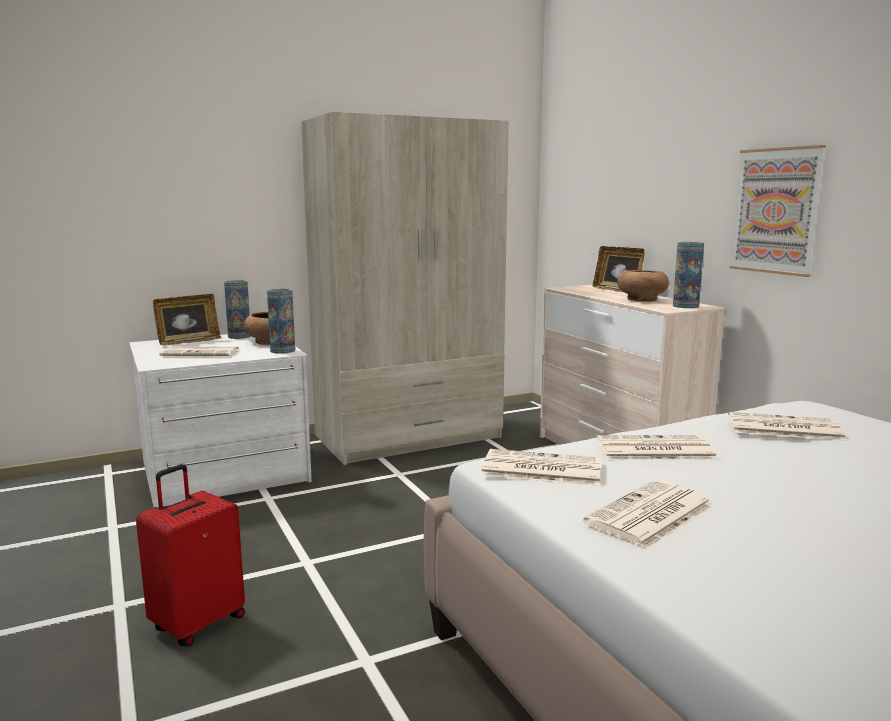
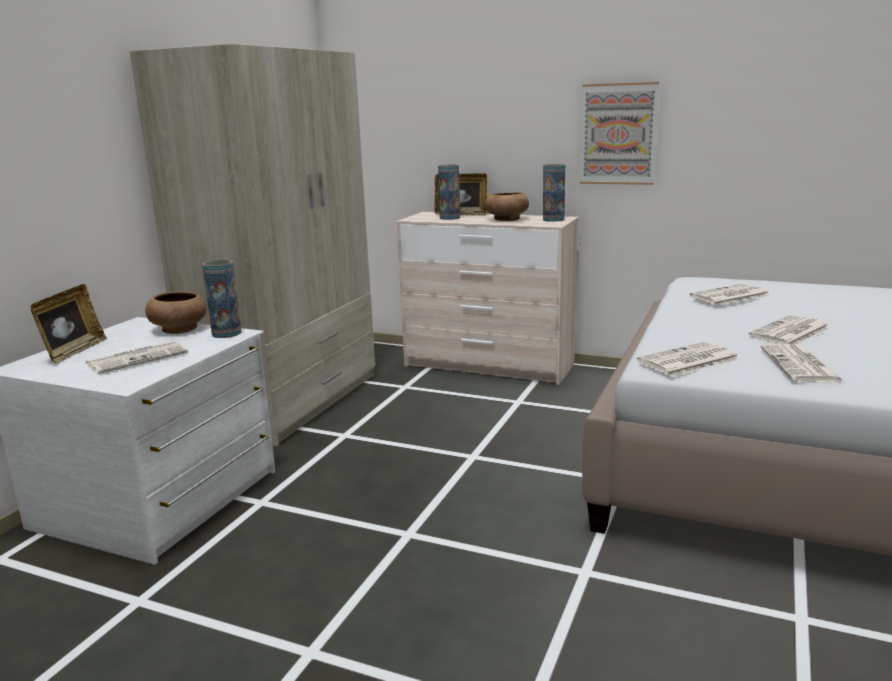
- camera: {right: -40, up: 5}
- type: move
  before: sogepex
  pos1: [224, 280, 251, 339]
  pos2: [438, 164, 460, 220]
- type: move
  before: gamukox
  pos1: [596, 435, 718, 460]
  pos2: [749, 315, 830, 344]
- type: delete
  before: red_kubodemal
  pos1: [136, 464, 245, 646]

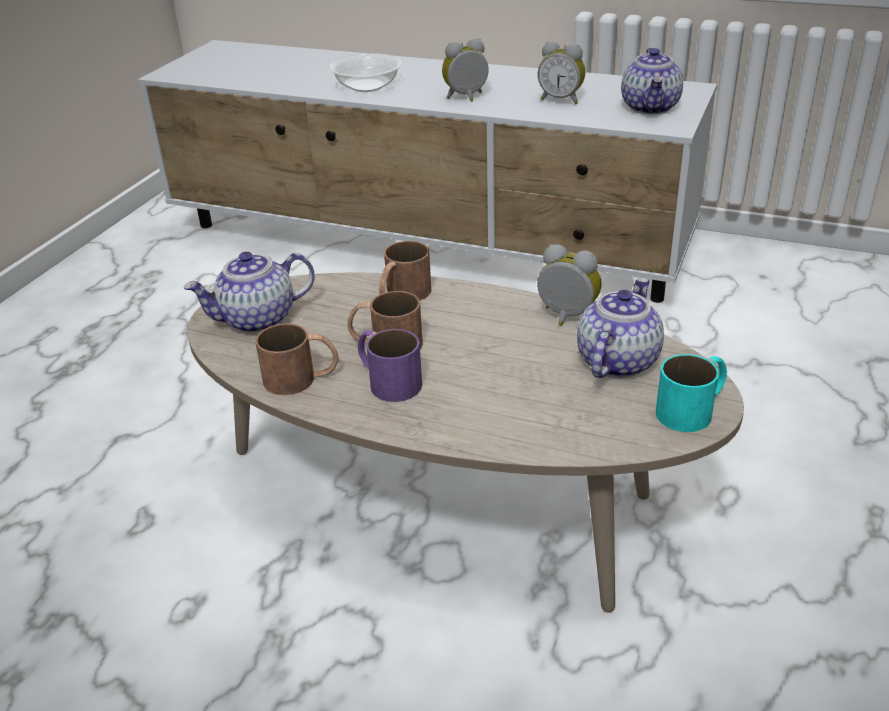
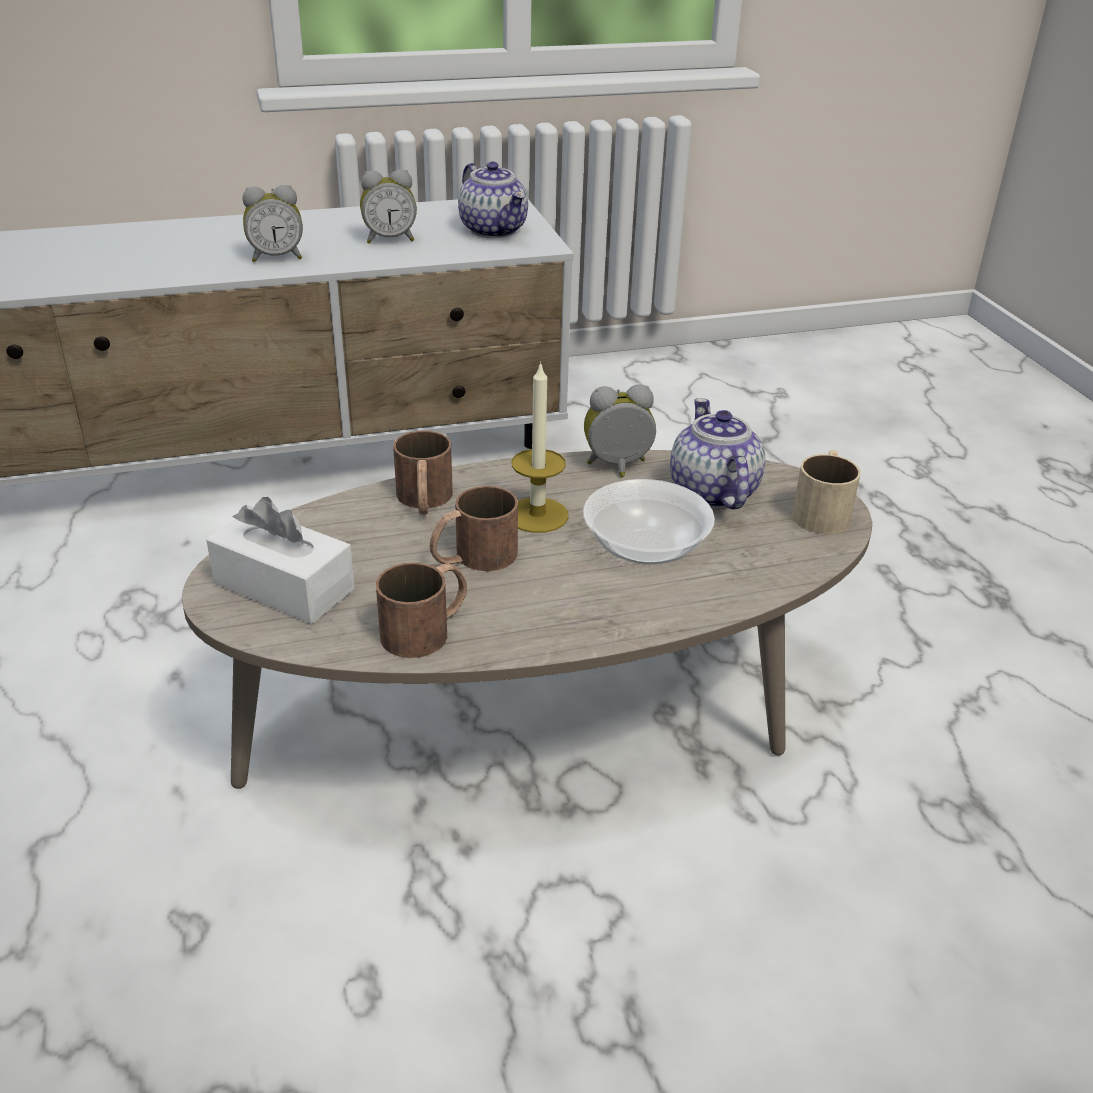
- camera: {right: -40, up: 0}
- type: rotate
  before: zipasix
  pos1: [442, 38, 489, 102]
  pos2: [243, 185, 303, 262]
  turn: -135
- type: move
  before: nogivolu
  pos1: [330, 53, 402, 92]
  pos2: [583, 479, 715, 565]
- type: replace
  before: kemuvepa
  after: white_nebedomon
  pos1: [184, 252, 315, 333]
  pos2: [206, 497, 355, 624]
- type: delete
  before: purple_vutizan
  pos1: [358, 329, 422, 402]
- type: recolor
  before: turquoise_vutizan
  after: beige_vutizan
  pos1: [656, 354, 727, 432]
  pos2: [792, 450, 861, 534]
- type: insert
  after: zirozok
  pos2: [512, 361, 569, 533]

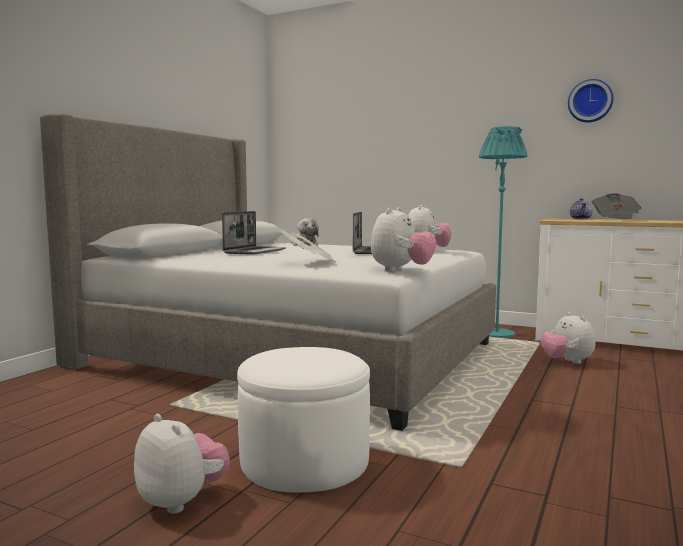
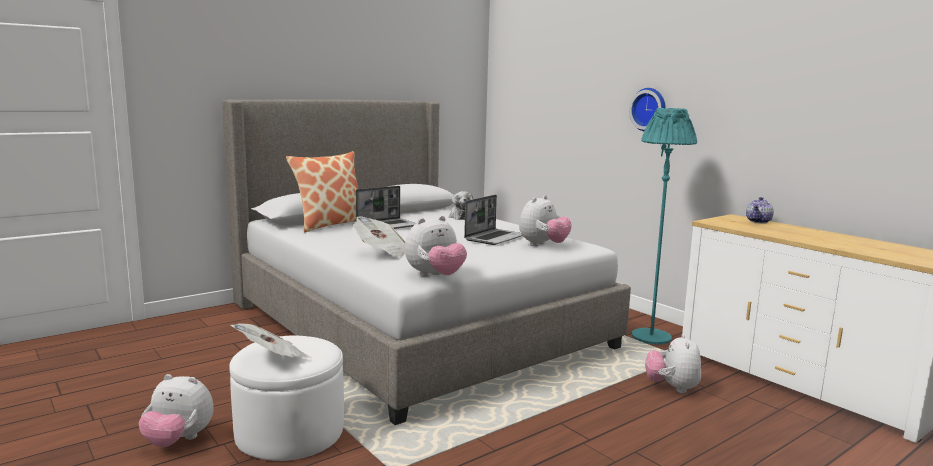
- camera: {right: 25, up: 5}
- type: move
  before: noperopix
  pos1: [568, 79, 614, 123]
  pos2: [629, 88, 666, 131]
- type: move
  before: gamukox
  pos1: [592, 193, 642, 220]
  pos2: [231, 323, 311, 358]
- type: rotate
  before: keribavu
  pos1: [134, 414, 230, 514]
  pos2: [139, 374, 214, 447]
  turn: 120
- type: insert
  after: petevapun
  pos2: [286, 151, 358, 232]

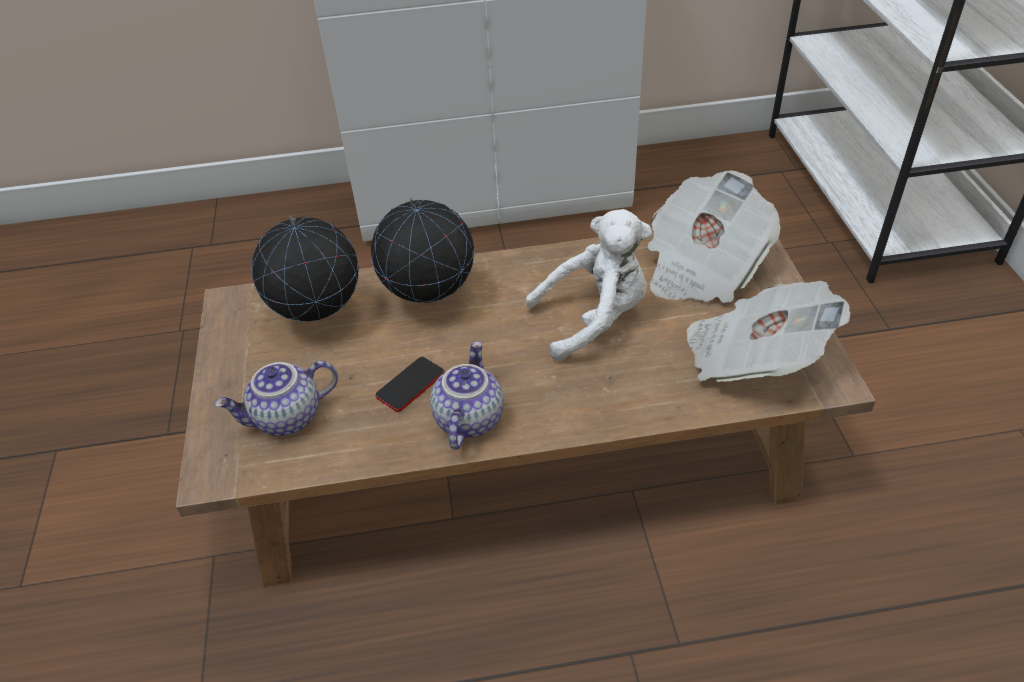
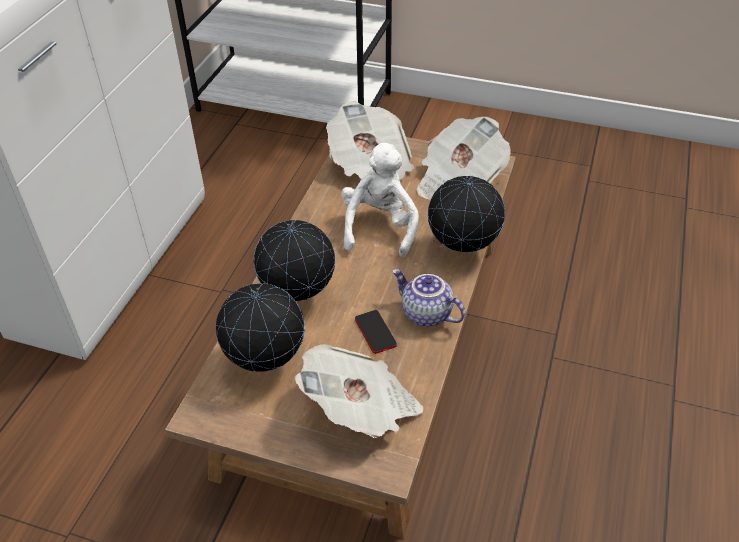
- camera: {right: -65, up: 0}
- type: replace
  before: kemuvepa
  after: gamukox
  pos1: [214, 361, 338, 436]
  pos2: [294, 344, 423, 438]
- type: insert
  after: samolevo
  pos2: [428, 176, 505, 253]

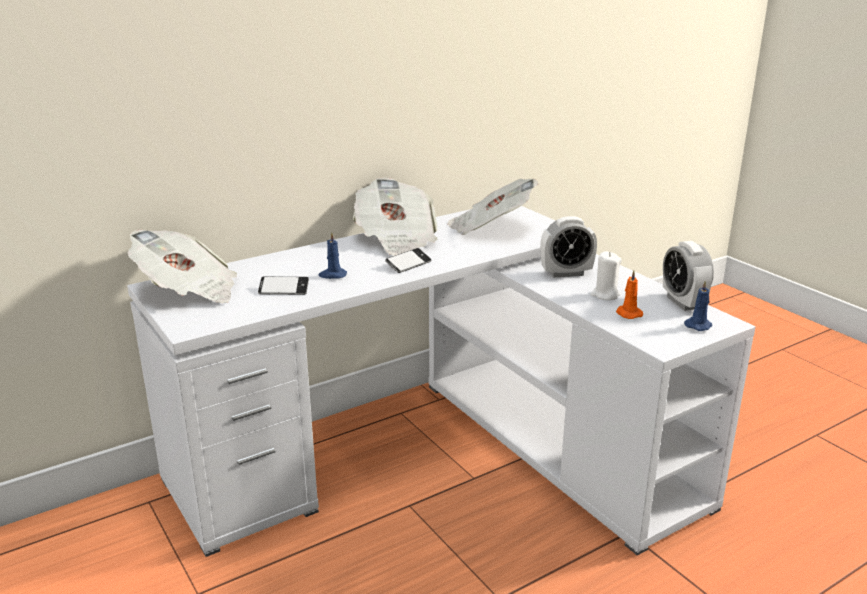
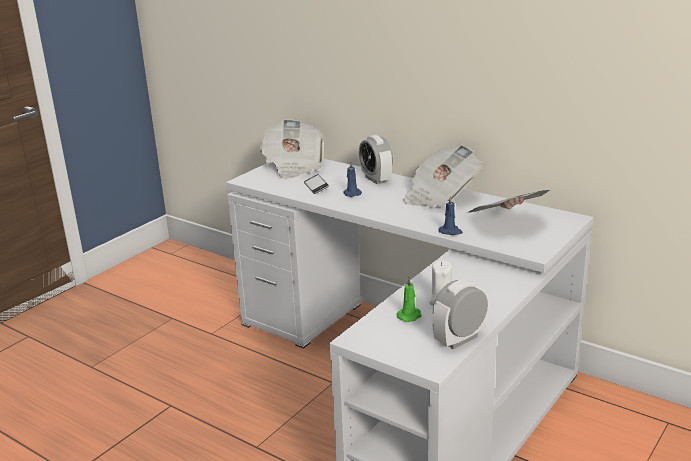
- camera: {right: 70, up: 0}
- type: move
  before: zipasix
  pos1: [540, 216, 597, 278]
  pos2: [359, 135, 393, 185]
- type: delete
  before: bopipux
  pos1: [385, 248, 431, 273]
- type: recolor
  before: orange_zirozok
  after: green_zirozok
  pos1: [616, 270, 643, 319]
  pos2: [396, 277, 422, 322]
- type: move
  before: blue_zirozok
  pos1: [684, 280, 712, 331]
  pos2: [439, 195, 463, 235]

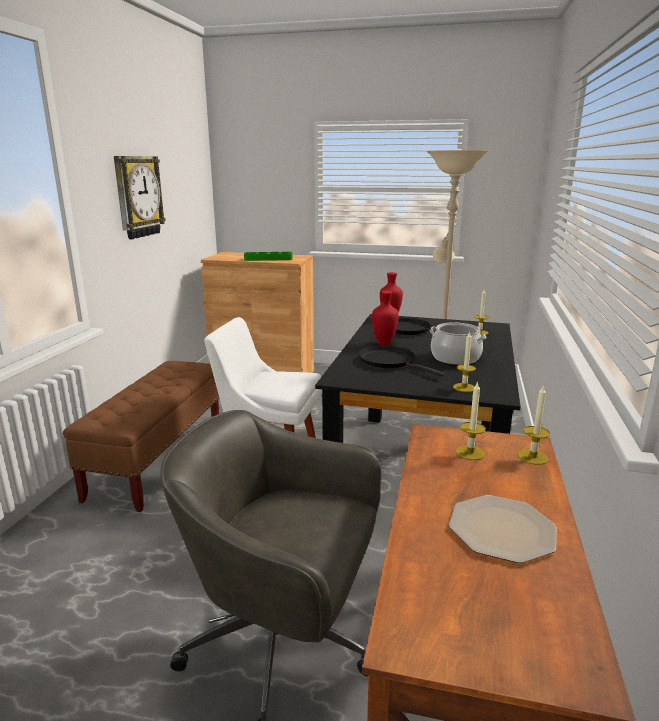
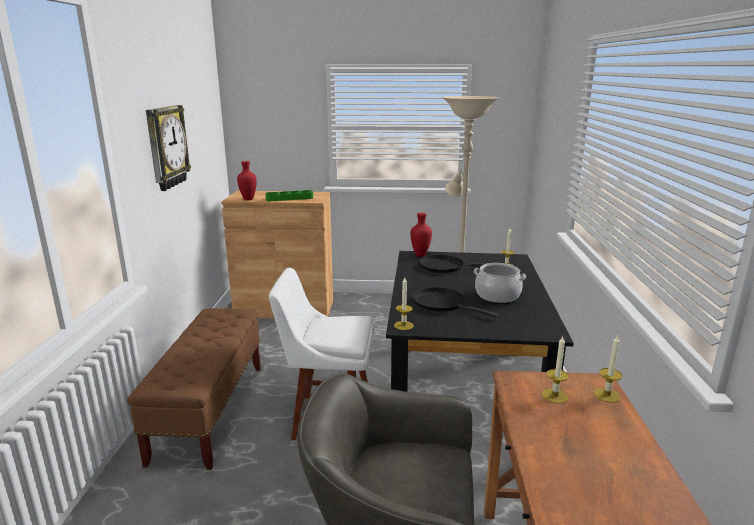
- camera: {right: -10, up: 0}
- type: move
  before: red_sogepex
  pos1: [372, 291, 399, 345]
  pos2: [237, 161, 257, 200]
- type: move
  before: zirozok
  pos1: [453, 331, 476, 392]
  pos2: [394, 277, 414, 330]
- type: delete
  before: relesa
  pos1: [449, 495, 557, 563]

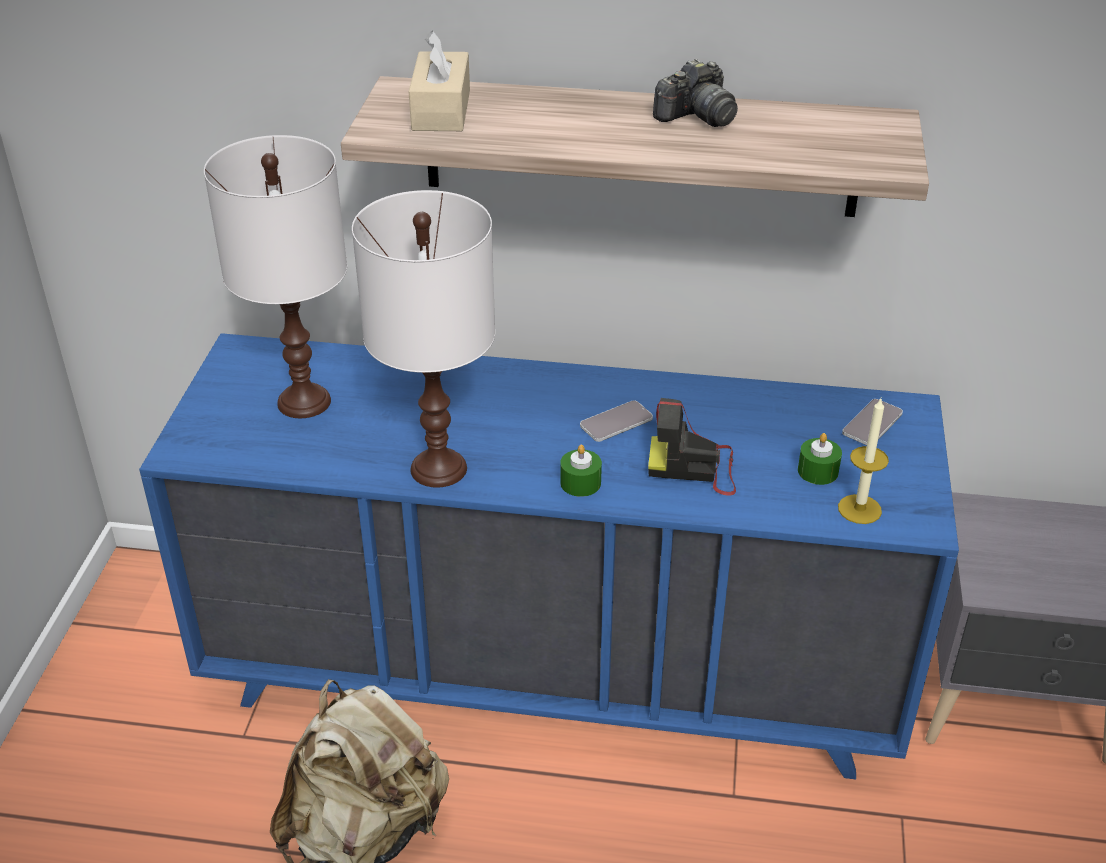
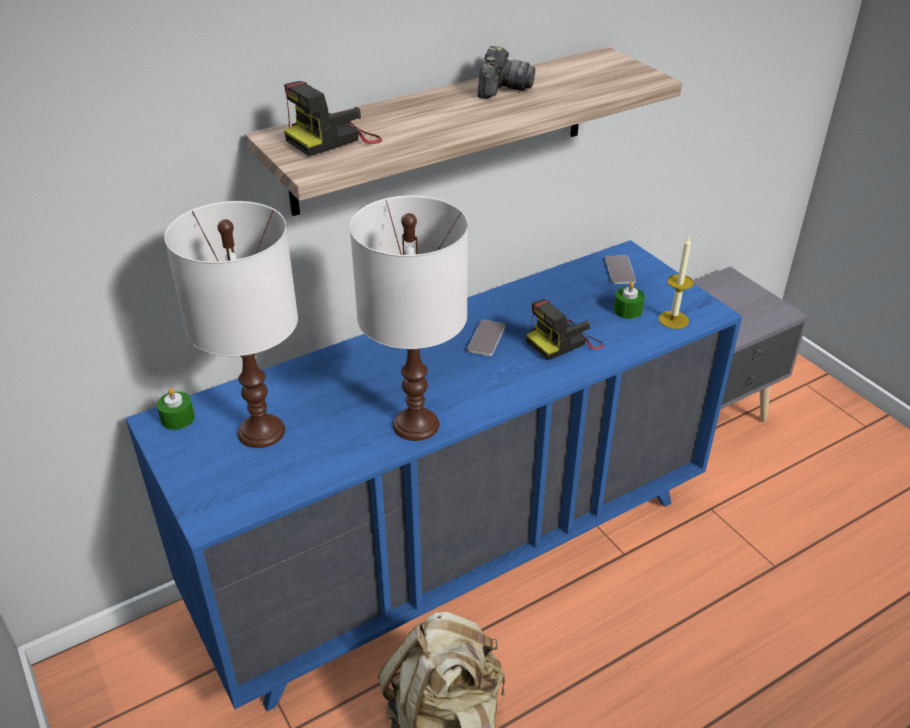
- camera: {right: -40, up: 0}
- type: replace
  before: beige_nebedomon
  after: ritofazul
  pos1: [409, 30, 470, 131]
  pos2: [284, 81, 382, 156]
- type: move
  before: green_zirozok
  pos1: [560, 445, 602, 497]
  pos2: [157, 388, 195, 430]

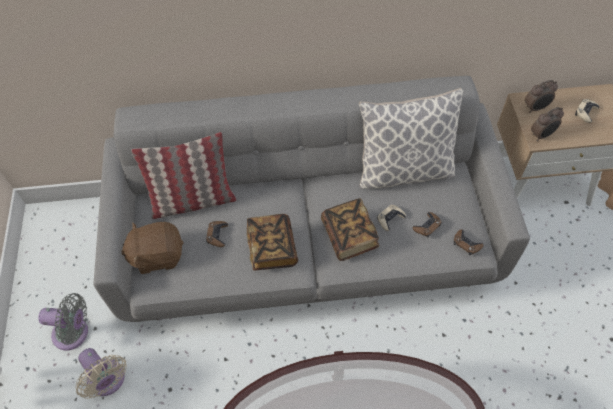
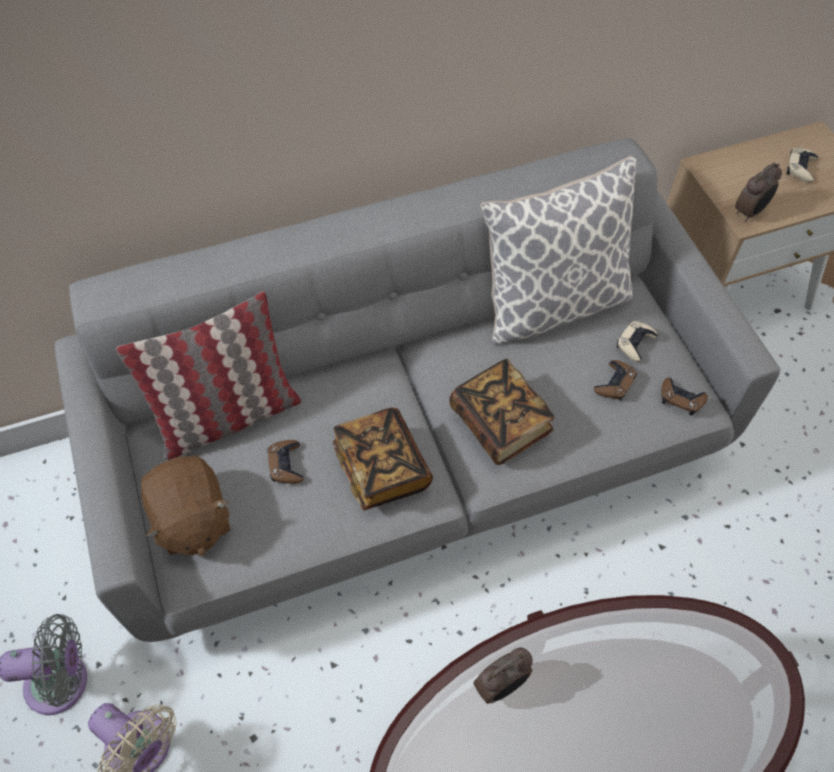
- camera: {right: -15, up: 0}
- type: move
  before: zipasix
  pos1: [525, 80, 558, 113]
  pos2: [473, 648, 533, 704]
- type: move
  before: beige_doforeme
  pos1: [377, 205, 406, 231]
  pos2: [617, 321, 658, 362]
- type: rotate
  before: brown_keribavu
  pos1: [121, 222, 183, 274]
  pos2: [141, 456, 230, 556]
  turn: -90

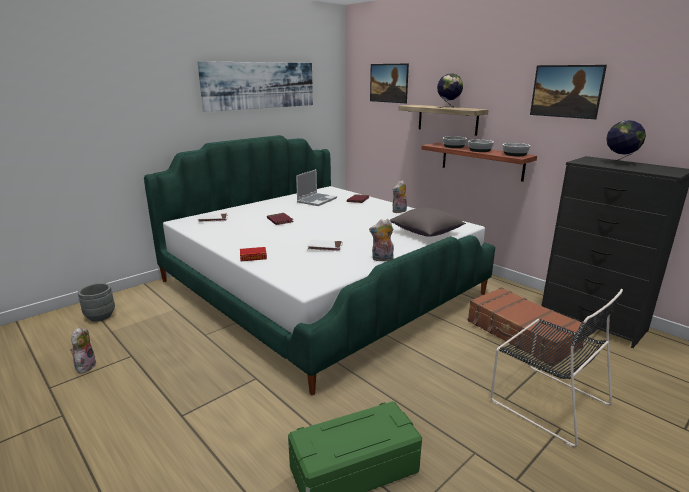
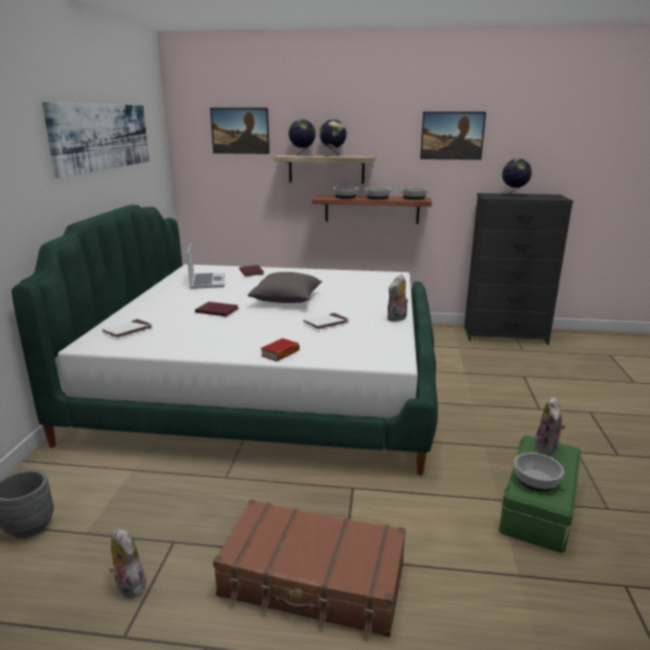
- camera: {right: -40, up: 0}
- type: move
  before: keribavu
  pos1: [392, 180, 407, 213]
  pos2: [534, 396, 565, 456]
- type: move
  before: grey_petevapun
  pos1: [390, 207, 466, 237]
  pos2: [248, 272, 322, 303]
- type: move
  before: brown_kubodemal
  pos1: [468, 287, 588, 366]
  pos2: [213, 499, 406, 637]
- type: delete
  before: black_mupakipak
  pos1: [490, 289, 623, 447]
- type: insert
  after: samolevo
  pos2: [288, 119, 316, 156]
- type: insert
  after: nogivolu
  pos2: [514, 453, 564, 492]

